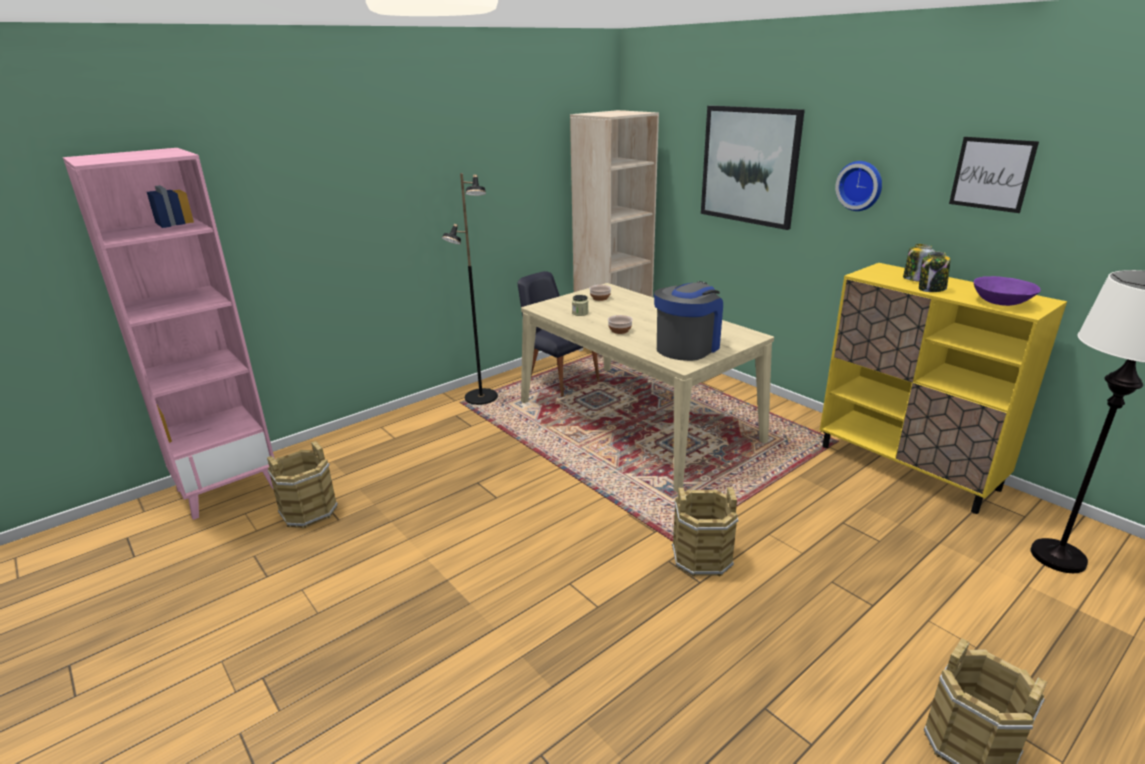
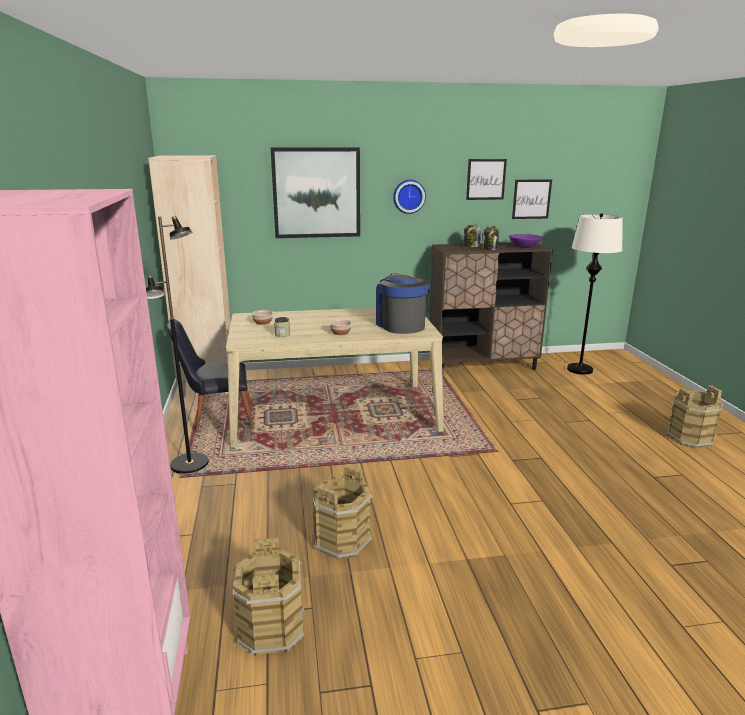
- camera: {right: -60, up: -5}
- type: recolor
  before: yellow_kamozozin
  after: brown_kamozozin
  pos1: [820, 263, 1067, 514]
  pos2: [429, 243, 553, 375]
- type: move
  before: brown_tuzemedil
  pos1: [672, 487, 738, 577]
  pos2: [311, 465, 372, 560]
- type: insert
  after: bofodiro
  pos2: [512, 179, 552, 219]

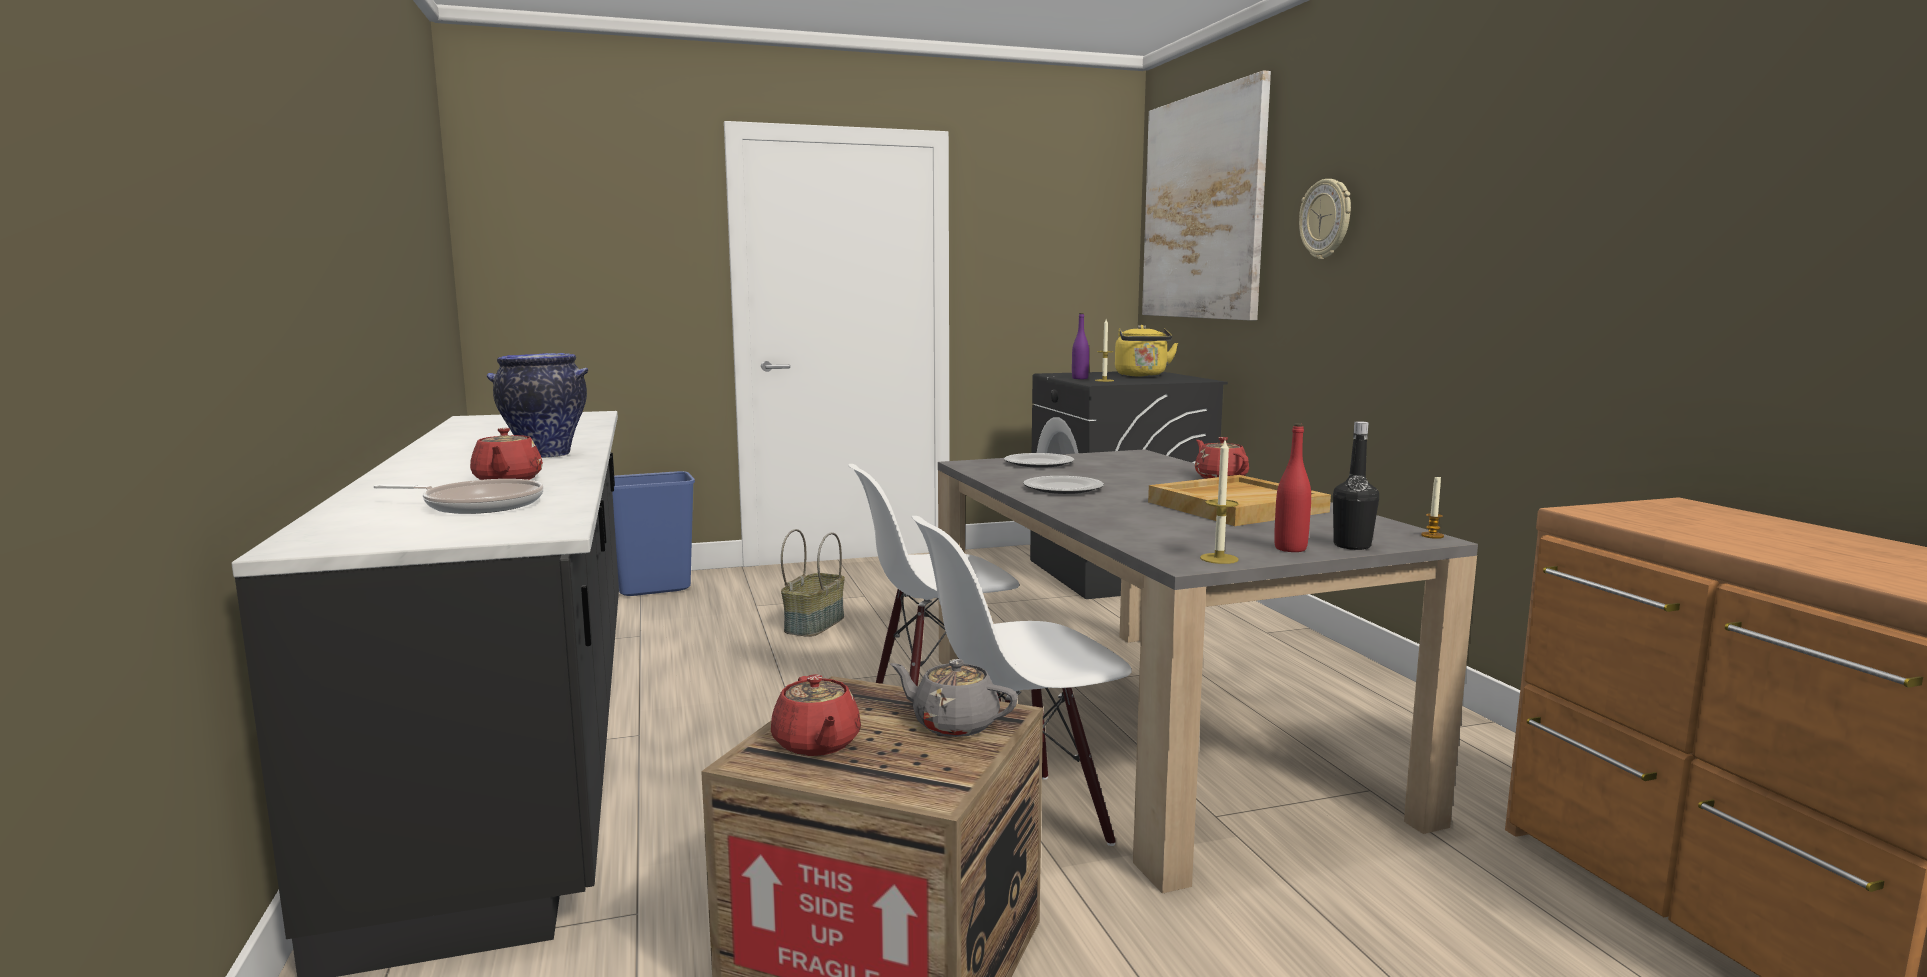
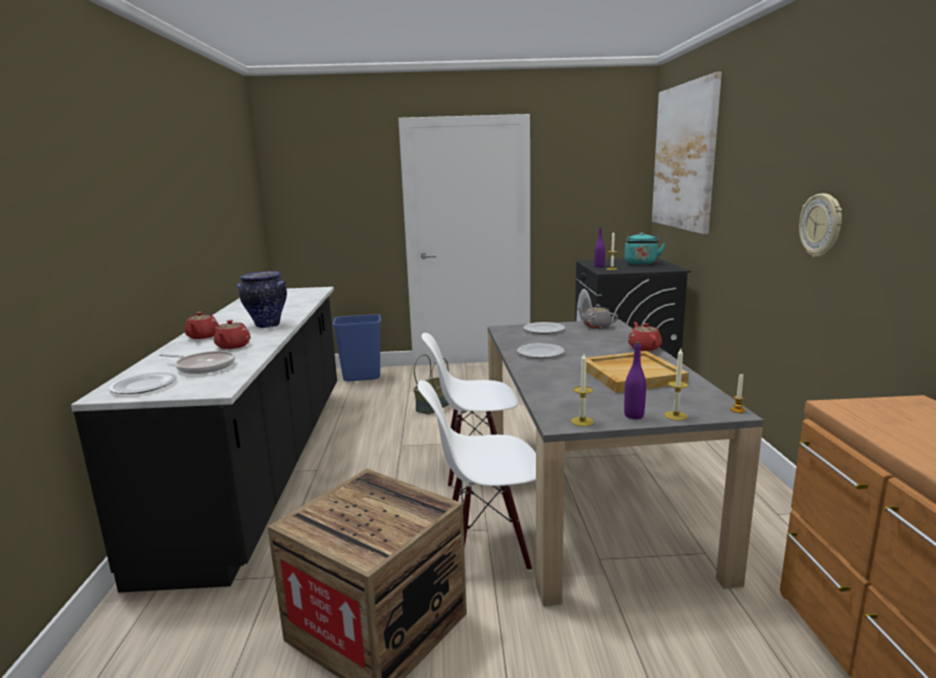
- camera: {right: 15, up: 5}
- type: move
  before: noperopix
  pos1: [1299, 179, 1351, 259]
  pos2: [799, 193, 842, 257]
- type: recolor
  before: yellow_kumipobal
  after: turquoise_kumipobal
  pos1: [1115, 325, 1178, 377]
  pos2: [625, 232, 666, 265]
- type: replace
  before: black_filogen
  after: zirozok
  pos1: [1333, 421, 1379, 550]
  pos2: [664, 348, 688, 421]
- type: recolor
  before: red_filogen
  after: purple_filogen
  pos1: [1274, 423, 1311, 552]
  pos2: [624, 342, 646, 419]
- type: move
  before: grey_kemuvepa
  pos1: [890, 659, 1018, 737]
  pos2: [577, 305, 618, 329]
- type: move
  before: red_kemuvepa
  pos1: [771, 674, 861, 756]
  pos2: [184, 312, 219, 339]
- type: insert
  after: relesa
  pos2: [109, 372, 176, 394]

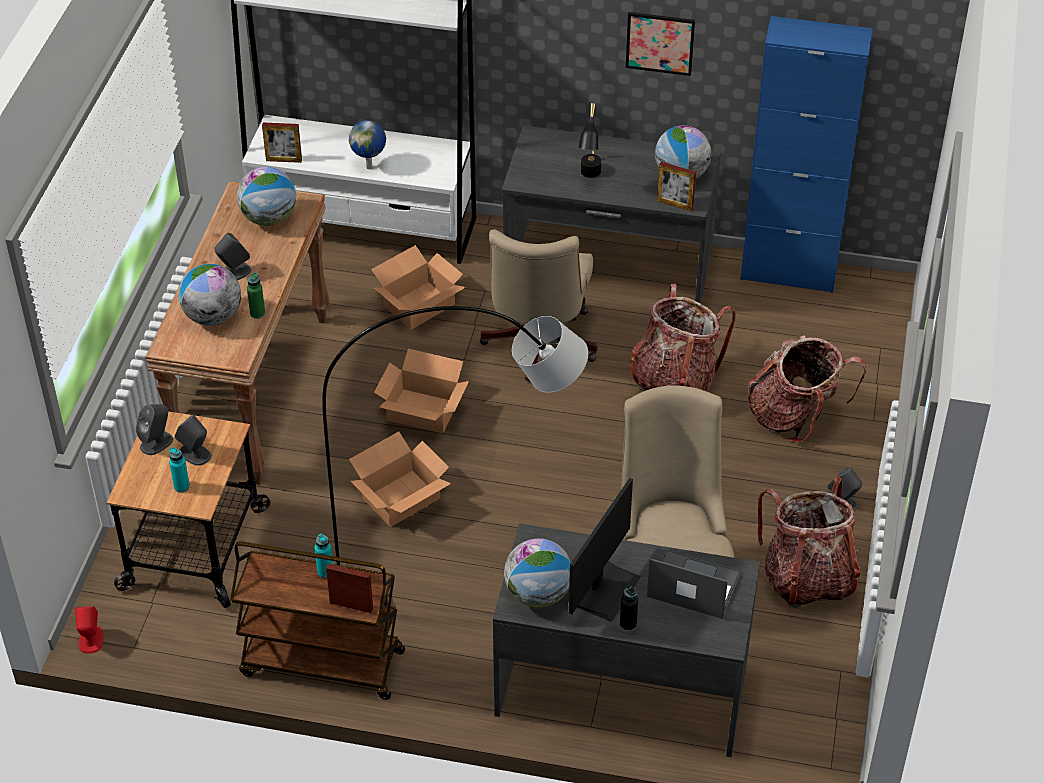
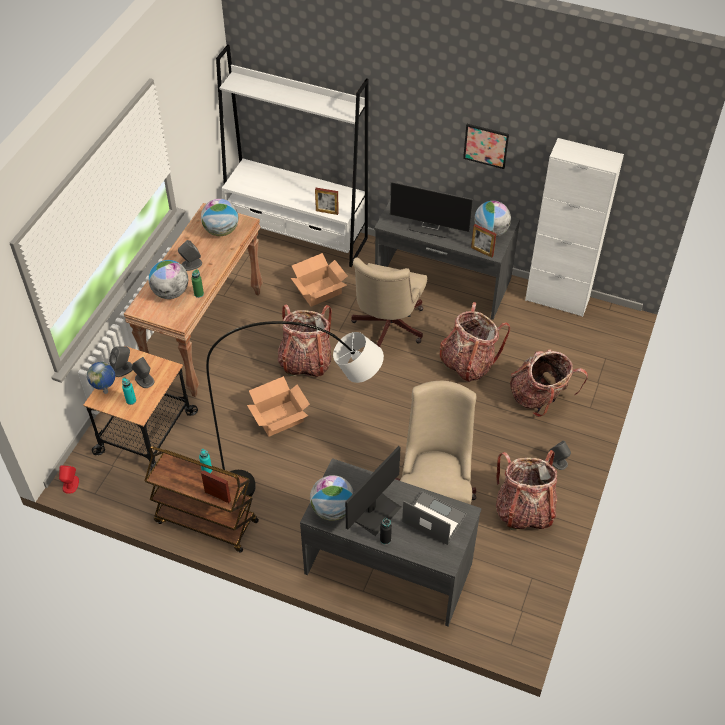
- camera: {right: 10, up: 5}
- type: recolor
  before: blue_kamozozin
  after: white_kamozozin
  pos1: [740, 16, 873, 293]
  pos2: [525, 138, 624, 317]
- type: replace
  before: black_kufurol
  after: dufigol
  pos1: [578, 103, 601, 178]
  pos2: [390, 182, 473, 238]
- type: move
  before: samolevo
  pos1: [349, 120, 386, 169]
  pos2: [87, 362, 115, 394]
- type: move
  before: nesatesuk
  pos1: [262, 123, 302, 163]
  pos2: [315, 188, 339, 215]
- type: replace
  before: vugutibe
  after: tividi
  pos1: [374, 349, 469, 434]
  pos2: [278, 305, 332, 377]

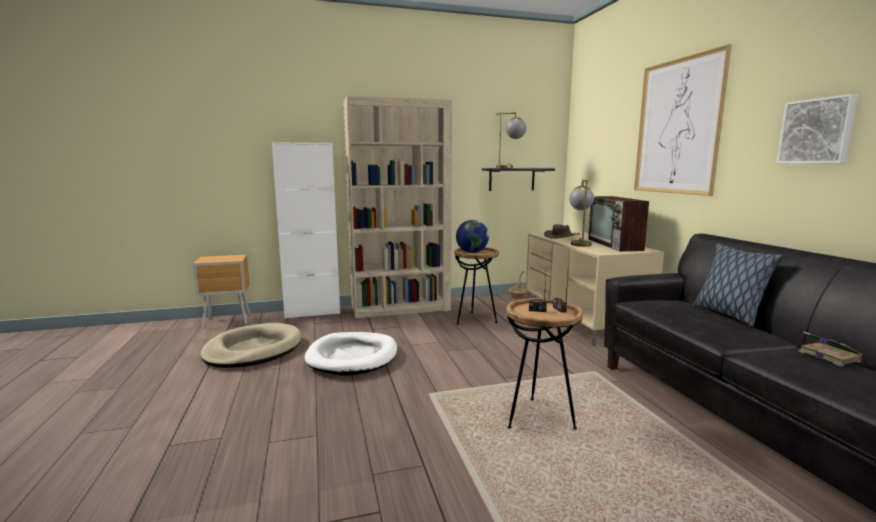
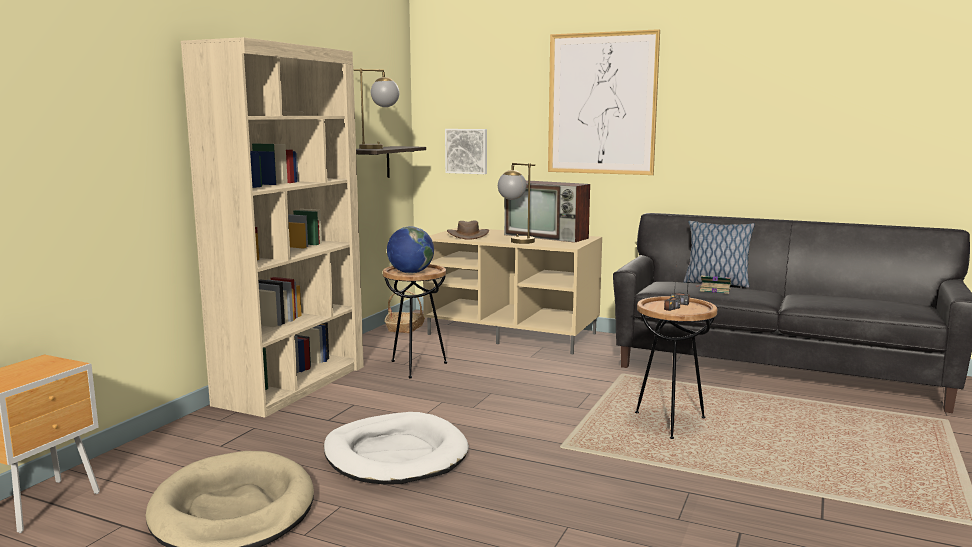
- camera: {right: -50, up: 0}
- type: move
  before: bofodiro
  pos1: [776, 94, 858, 164]
  pos2: [445, 129, 487, 174]
- type: delete
  before: white_kamozozin
  pos1: [272, 142, 340, 319]
- type: move
  before: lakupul
  pos1: [798, 332, 862, 366]
  pos2: [696, 276, 731, 294]

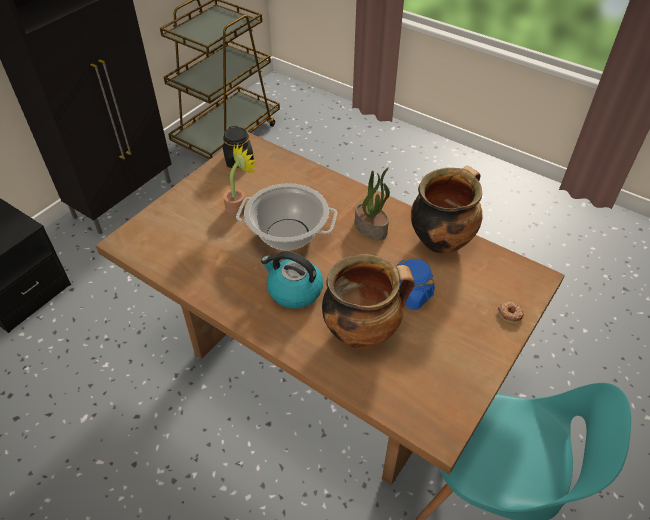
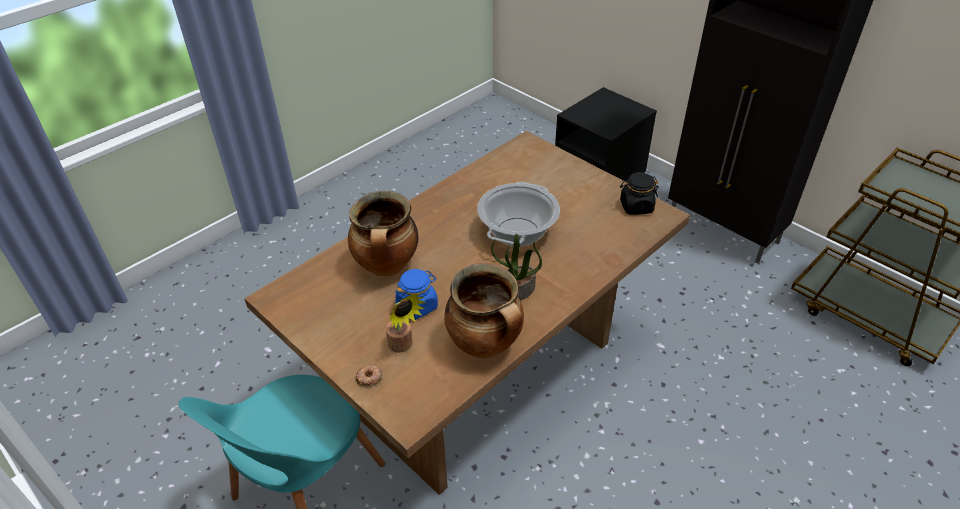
- camera: {right: 100, up: -5}
- type: move
  before: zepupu
  pos1: [223, 144, 257, 217]
  pos2: [386, 294, 427, 353]
- type: delete
  before: kumipobal
  pos1: [261, 251, 323, 309]

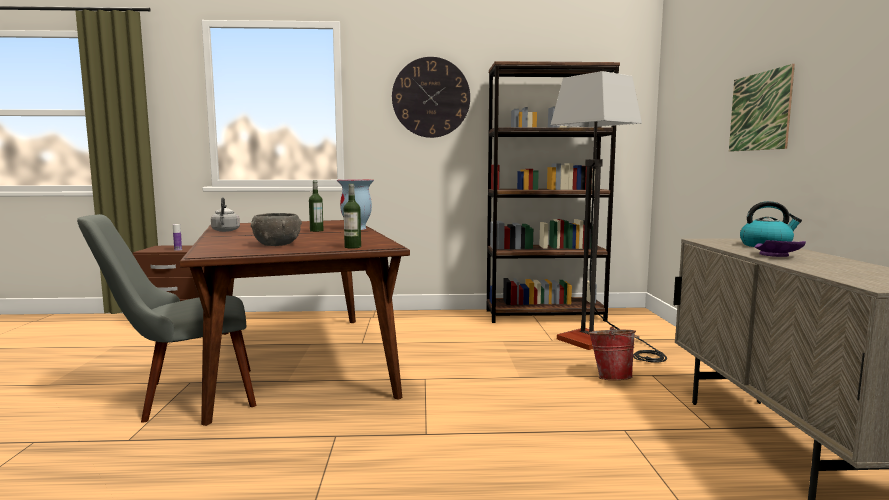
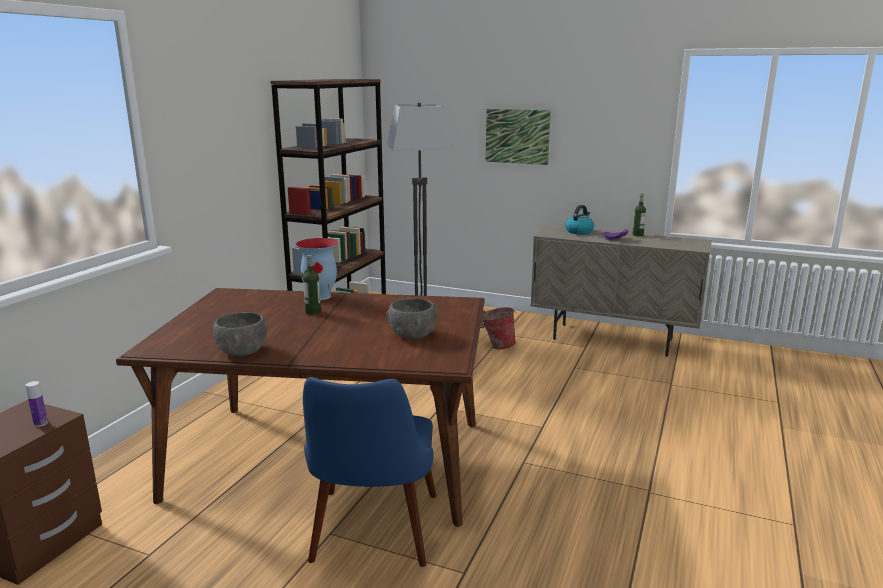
- camera: {right: -65, up: 10}
- type: delete
  before: noperopix
  pos1: [392, 57, 470, 138]
- type: move
  before: filogen
  pos1: [344, 184, 361, 248]
  pos2: [633, 194, 646, 236]
- type: replace
  before: grey_kumipobal
  after: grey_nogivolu
  pos1: [211, 197, 240, 232]
  pos2: [212, 312, 269, 356]
- type: recolor
  before: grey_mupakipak
  after: blue_mupakipak
  pos1: [77, 214, 256, 423]
  pos2: [303, 377, 436, 567]

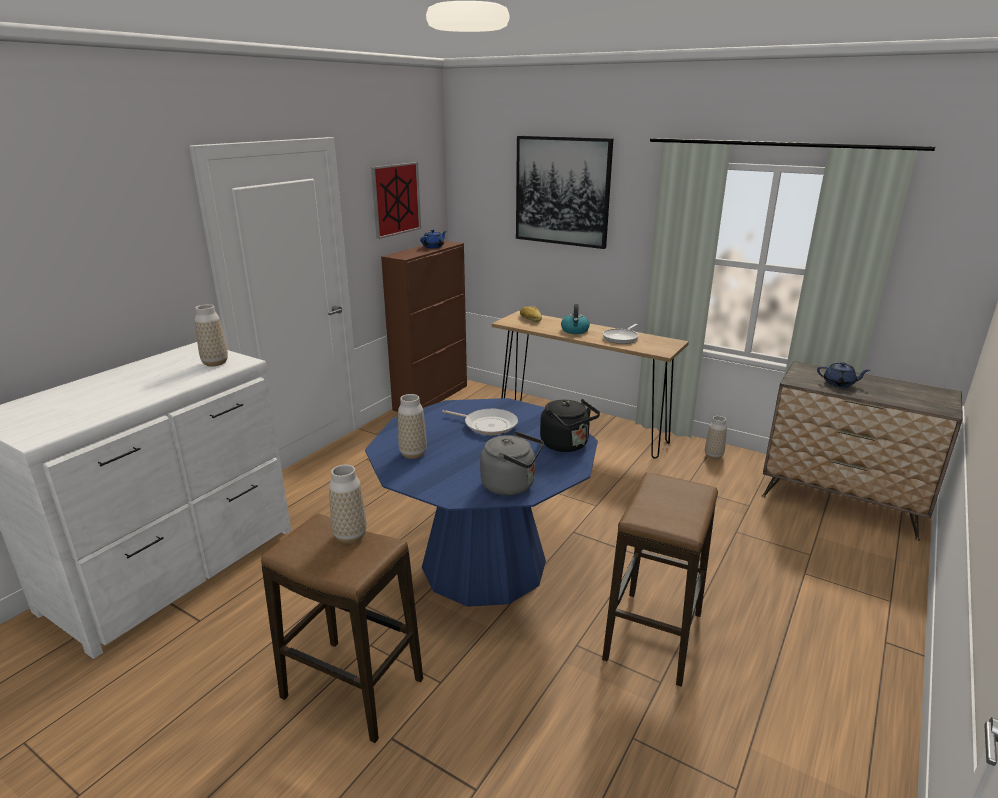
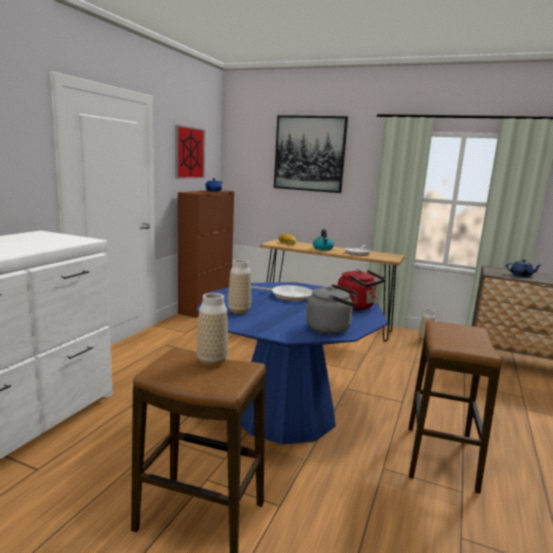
- camera: {right: -10, up: -10}
- type: delete
  before: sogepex
  pos1: [194, 304, 228, 366]
- type: recolor
  before: black_kumipobal
  after: red_kumipobal
  pos1: [540, 399, 600, 452]
  pos2: [338, 270, 385, 310]

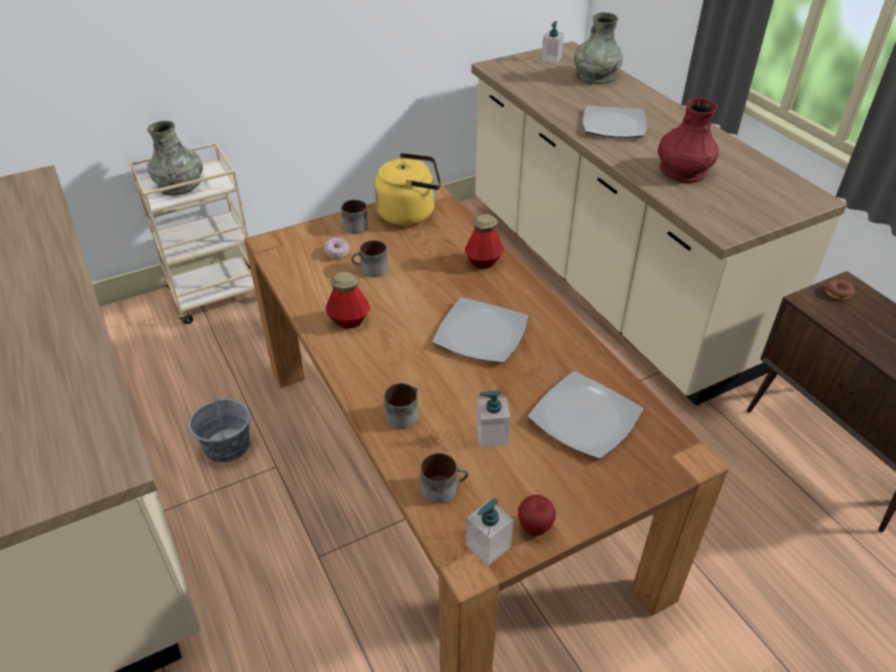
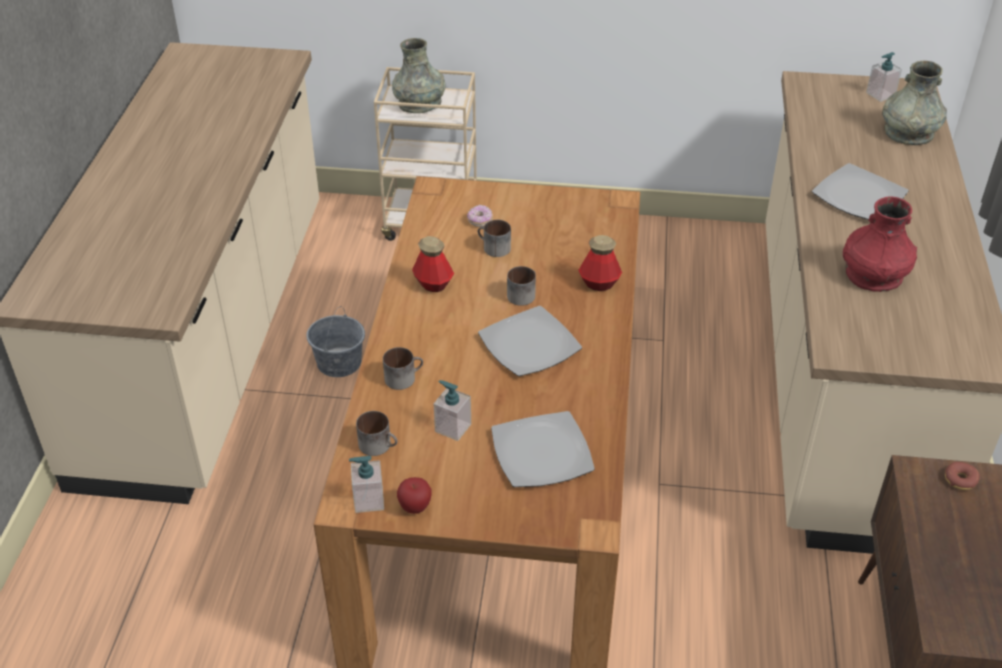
- camera: {right: 35, up: 0}
- type: delete
  before: yellow_kumipobal
  pos1: [374, 153, 441, 226]
- type: move
  before: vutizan
  pos1: [341, 200, 368, 234]
  pos2: [507, 266, 536, 306]

